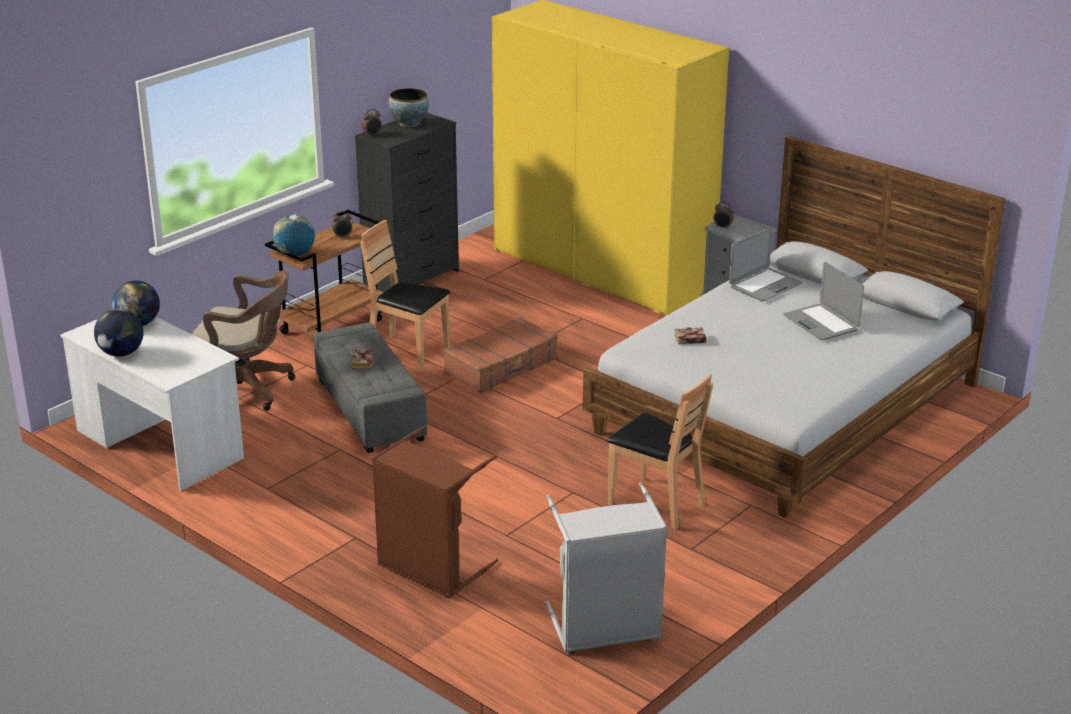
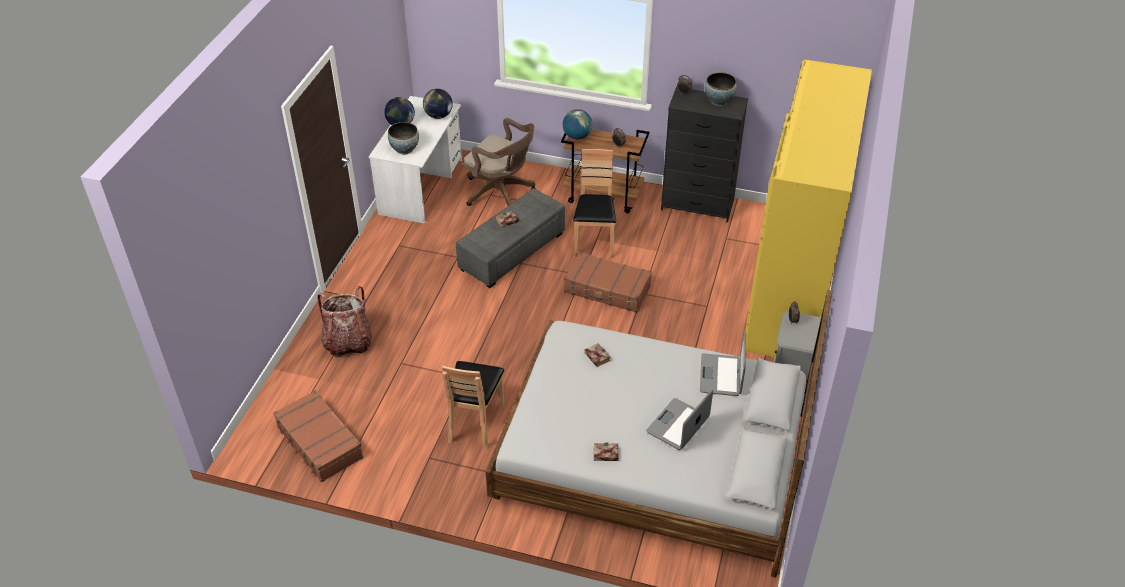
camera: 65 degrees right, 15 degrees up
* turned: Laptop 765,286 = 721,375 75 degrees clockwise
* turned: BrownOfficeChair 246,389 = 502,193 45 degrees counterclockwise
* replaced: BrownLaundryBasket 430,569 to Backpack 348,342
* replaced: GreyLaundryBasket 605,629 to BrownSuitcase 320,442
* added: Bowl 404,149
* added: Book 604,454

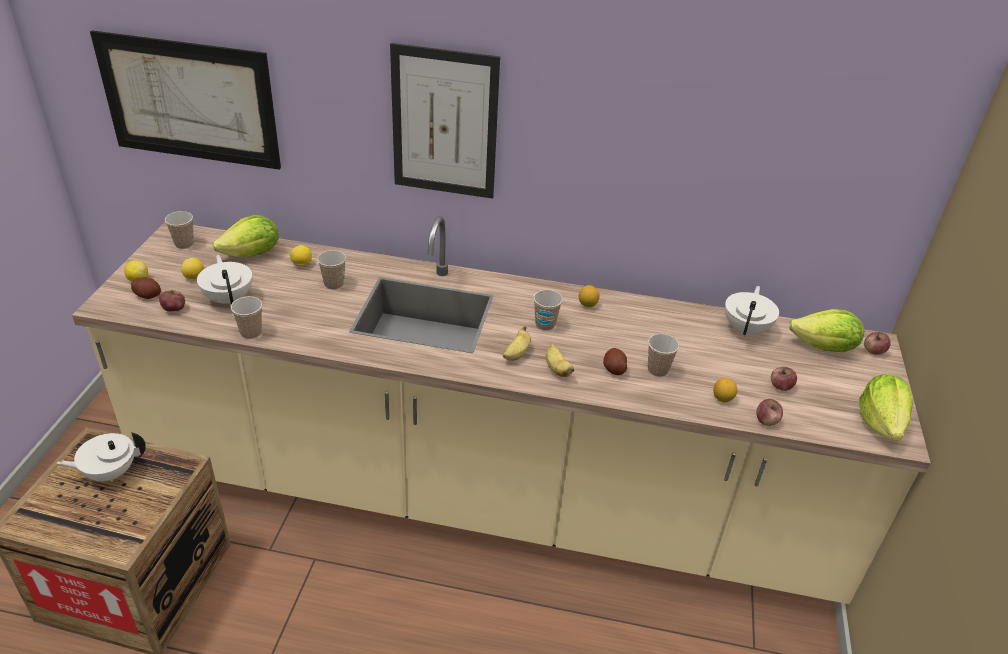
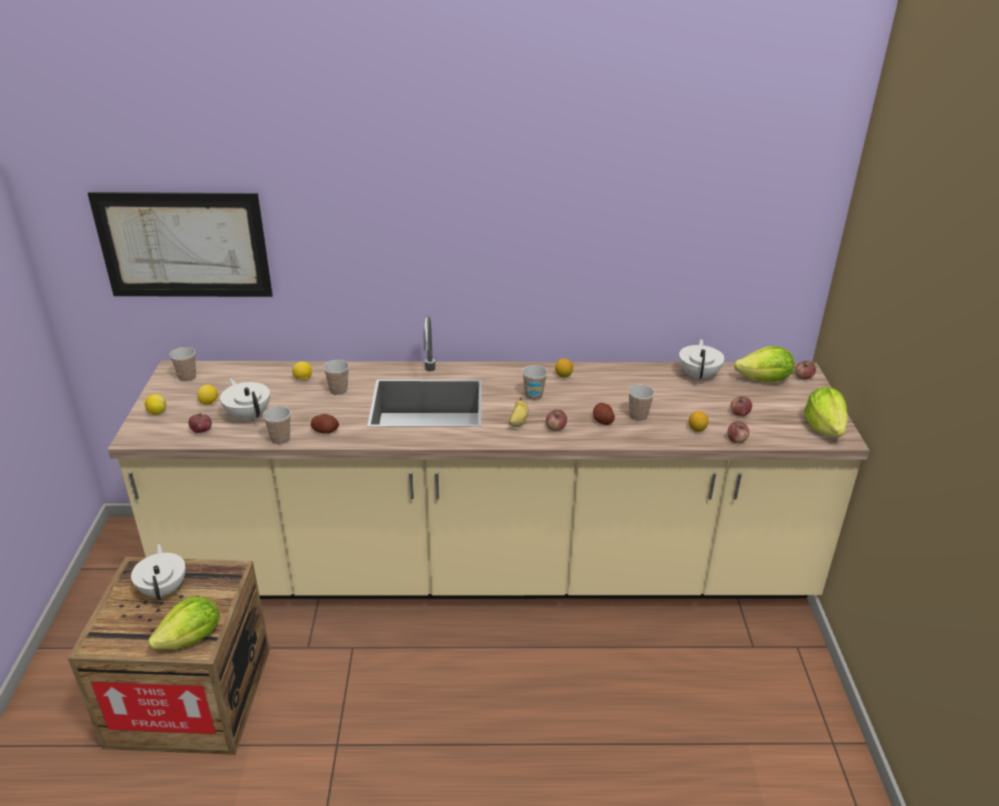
camera: 10 degrees left, 5 degrees down
* removed: Picture 444,123
* moved: Lettuce 252,254 to 192,639
* moved: Potato 148,295 to 325,431
* replaced: Banana 557,369 to Apple 556,428
* turned: WhiteTeapot 110,472 = 164,589 105 degrees clockwise

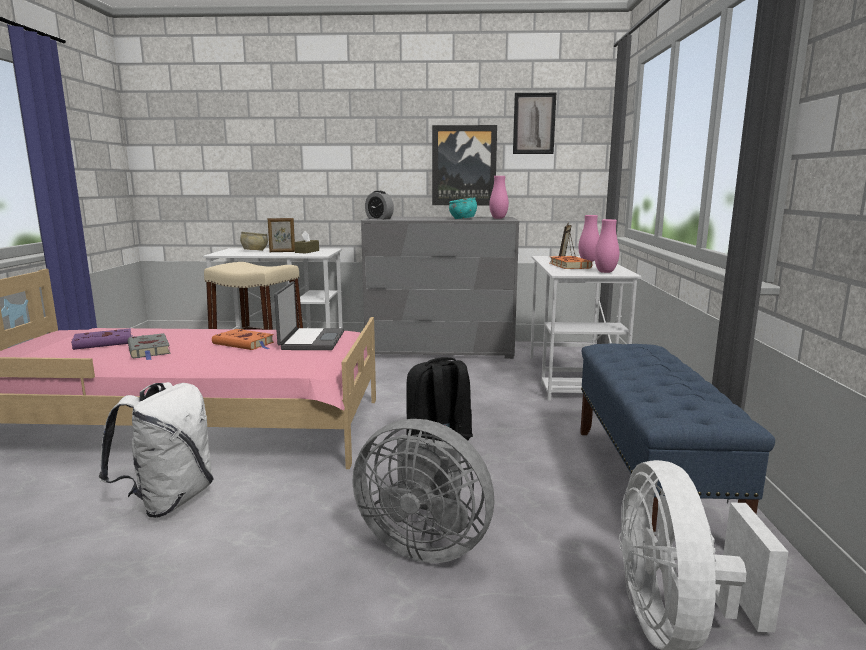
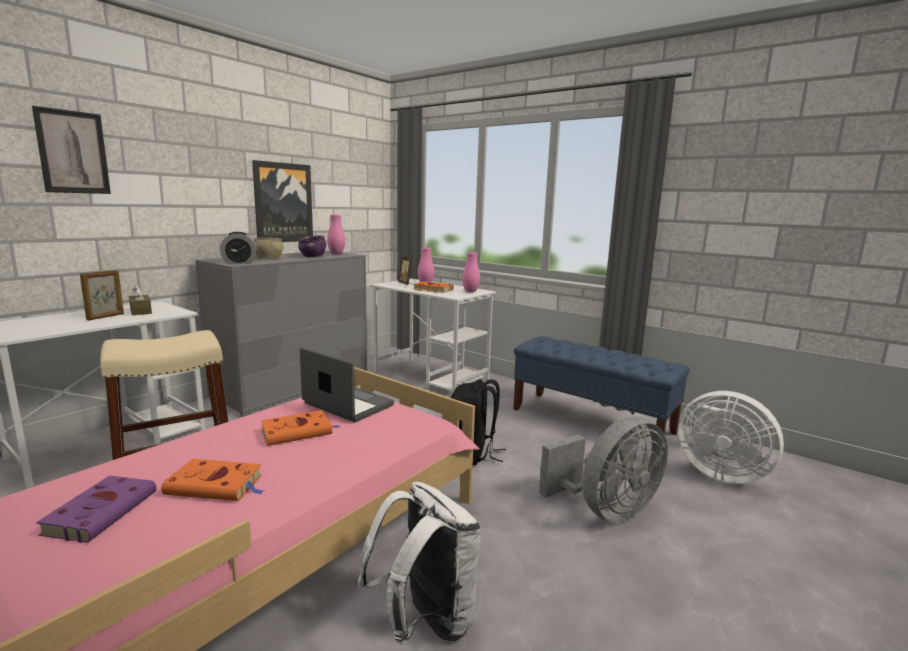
camera: 55 degrees left, 0 degrees up
* moved: Picture 534,123 to 73,152
* recoloured: TurquoiseBowl 463,218 to PurpleBowl 312,256
* moved: BeigeBowl 254,250 to 269,258
* recoloured: GreyBook 149,350 to OrangeBook 217,485

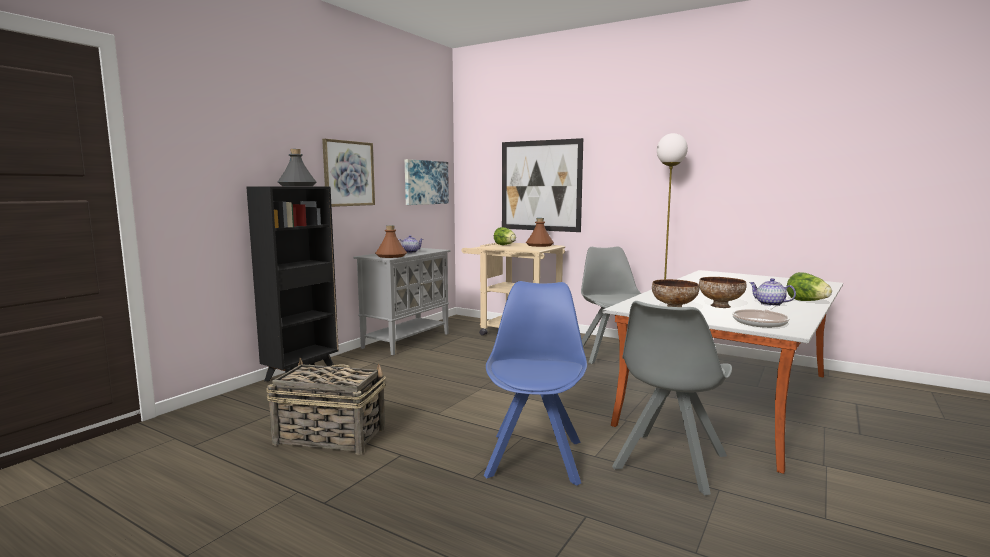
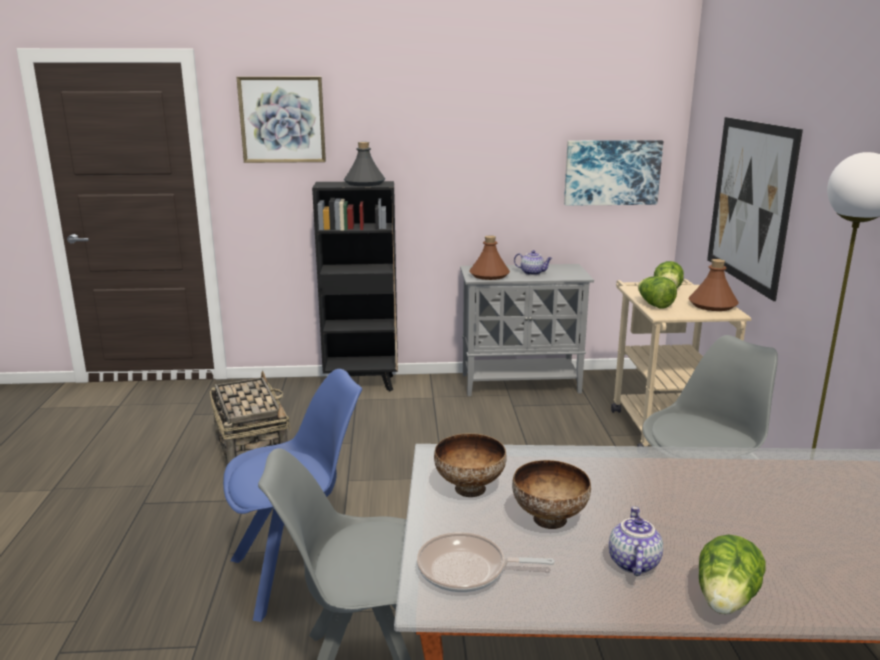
camera: 55 degrees right, 10 degrees up
* moved: Picture 348,173 to 282,120
* added: Lettuce 654,305

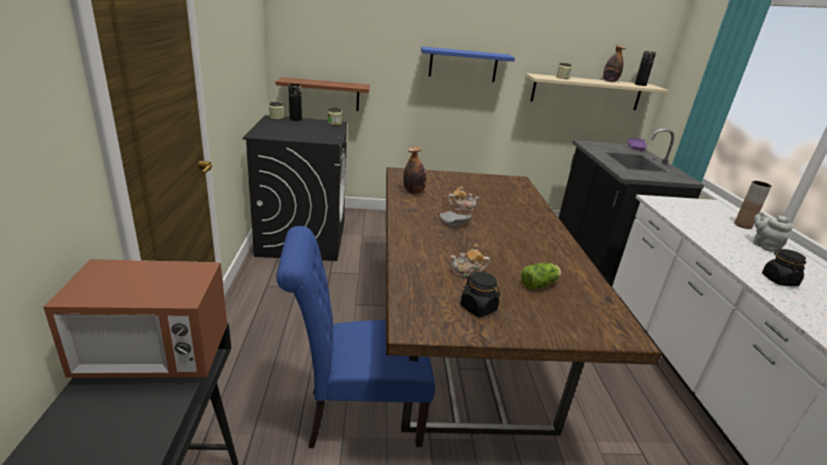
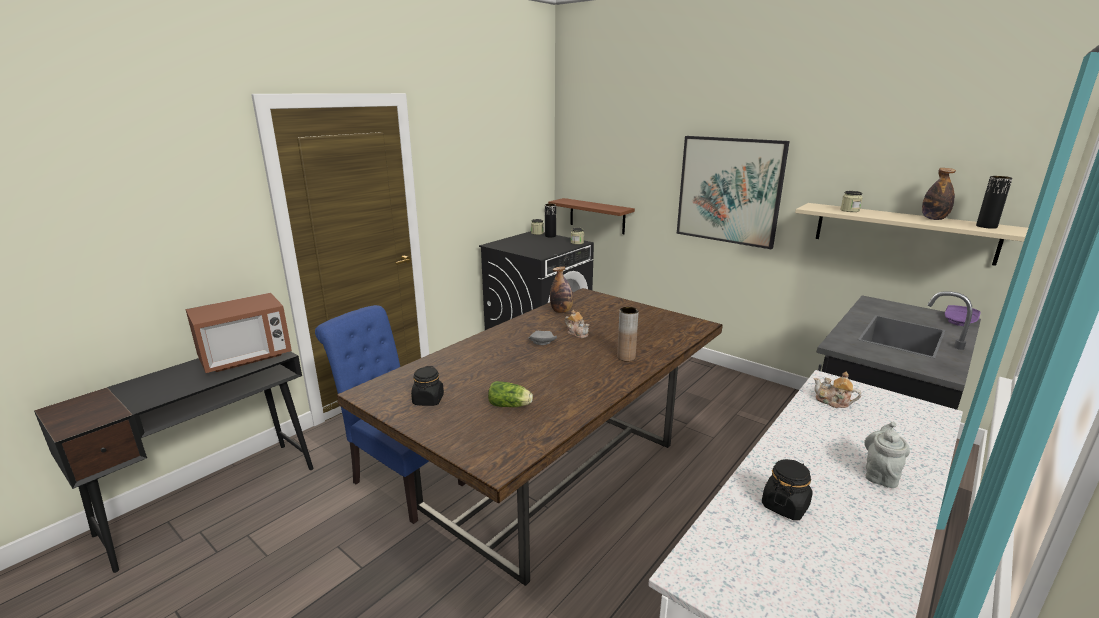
camera: 45 degrees right, 5 degrees down
* replaced: BlueShelf 463,64 to Picture 729,190
* moved: BrownVase 743,225 to 626,357
* moved: Teapot 467,273 to 833,402
* turned: Microwave 154,356 = 246,358 75 degrees counterclockwise

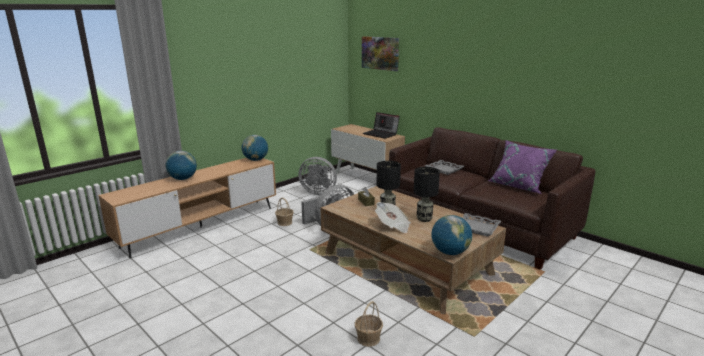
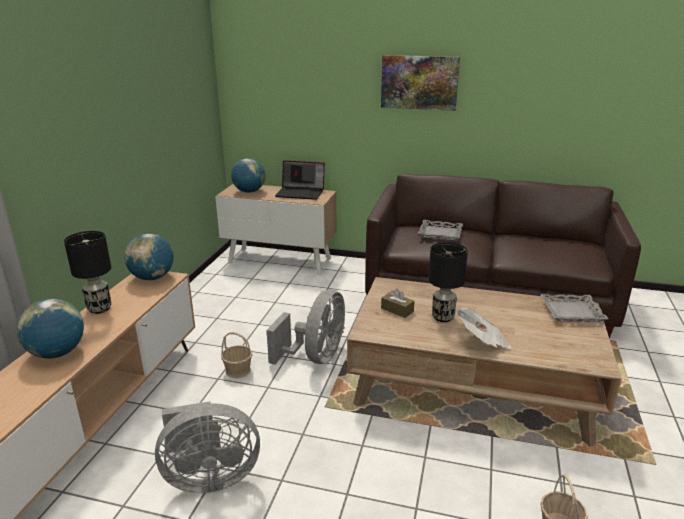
camera: 30 degrees left, 5 degrees up
* moved: Picture 380,53 to 419,82
* removed: PurplePillow 518,186
* moved: GreyFan 318,192 to 209,477
* moved: BlackTableLamp 424,219 to 99,309
* moved: Globe 450,252 to 249,191

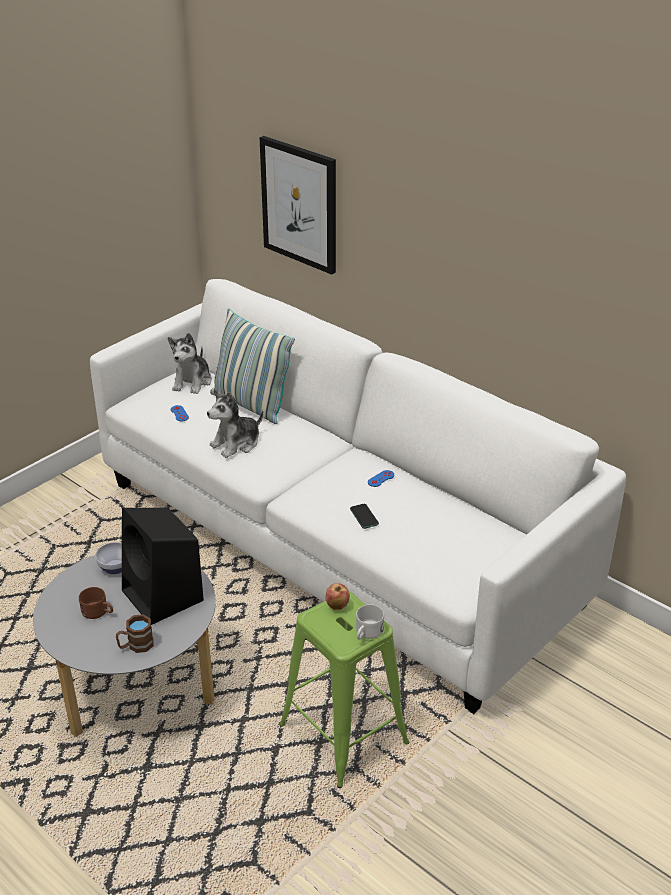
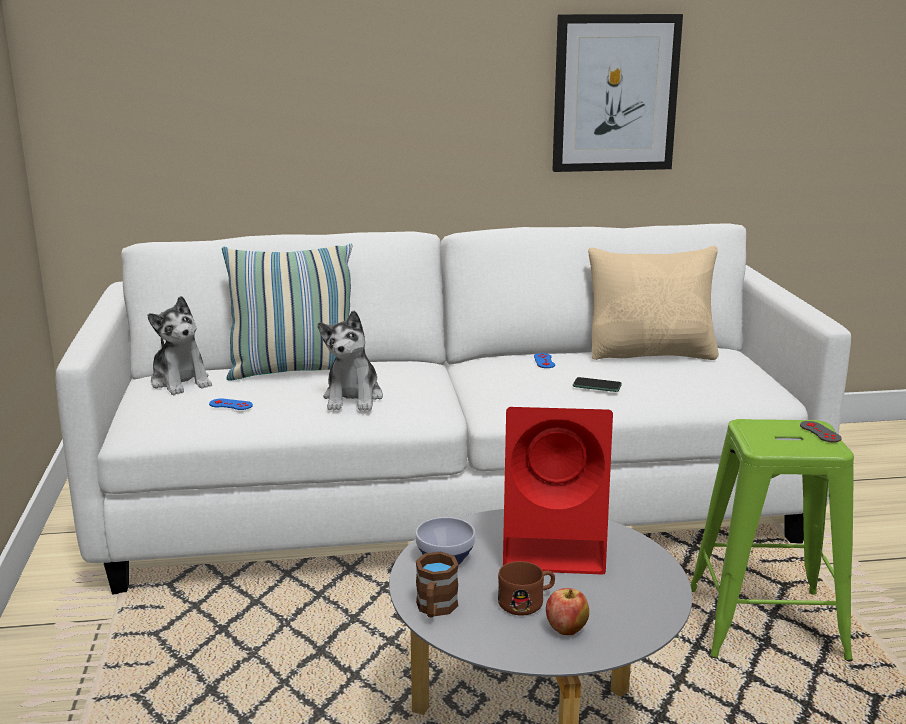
camera: 50 degrees left, 15 degrees down
* moved: Picture 300,204 to 615,93
* recoloured: BlackSpeaker 164,596 to RedSpeaker 556,546
* moved: Apple 337,606 to 566,630
* replaced: WhiteMug 367,633 to GreyGameController 820,432
* moved: BrownMug 136,646 to 435,609
* added: BeigePillow 651,354

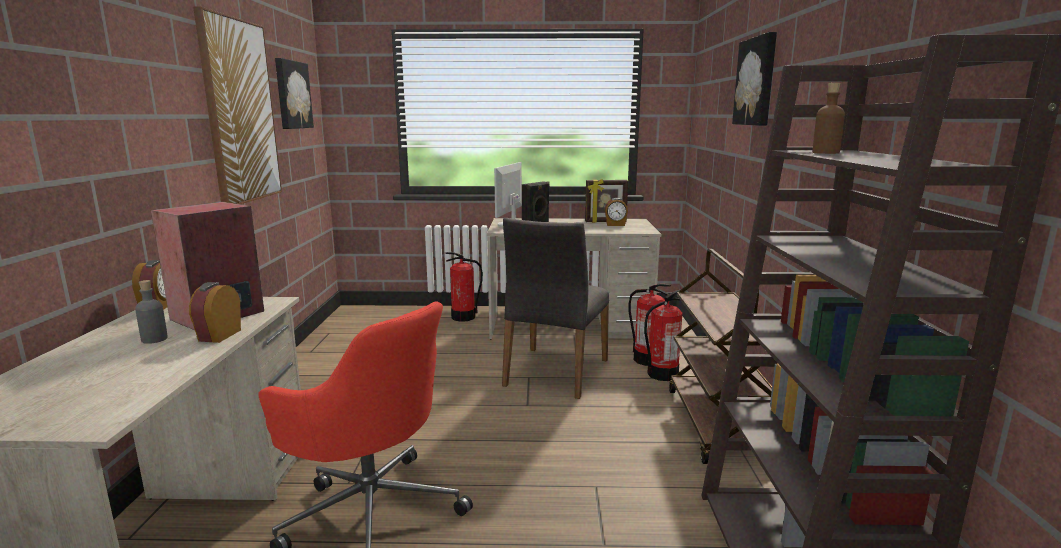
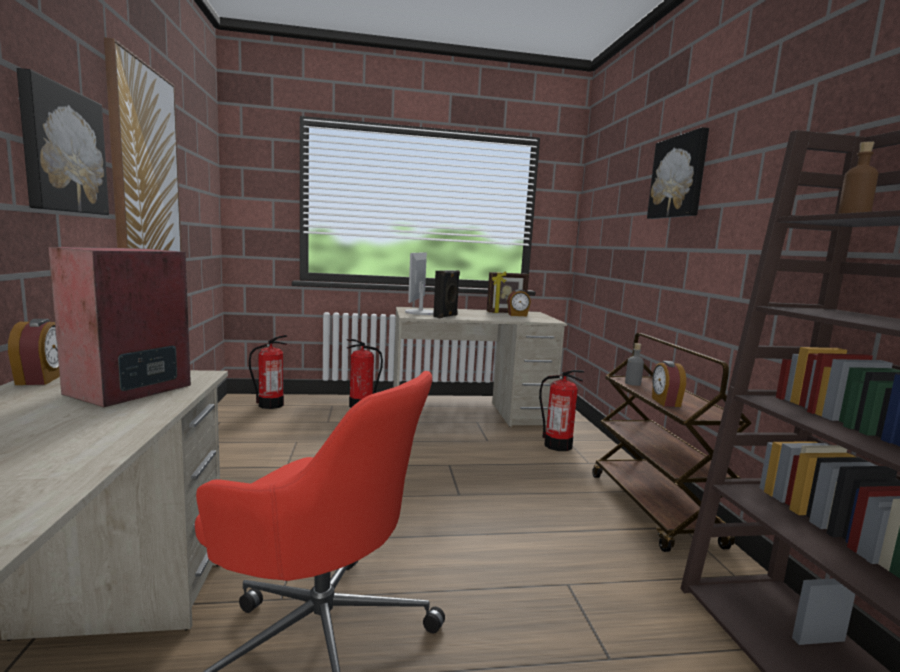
camera: 10 degrees left, 5 degrees down
* moved: Picture 292,95 to 61,150
* removed: GreyChair 554,372
* moved: GreyBottle 154,339 to 632,383
* moved: AlarmClock 219,335 to 665,402
* moved: FireExtinguisher 662,374 to 270,404

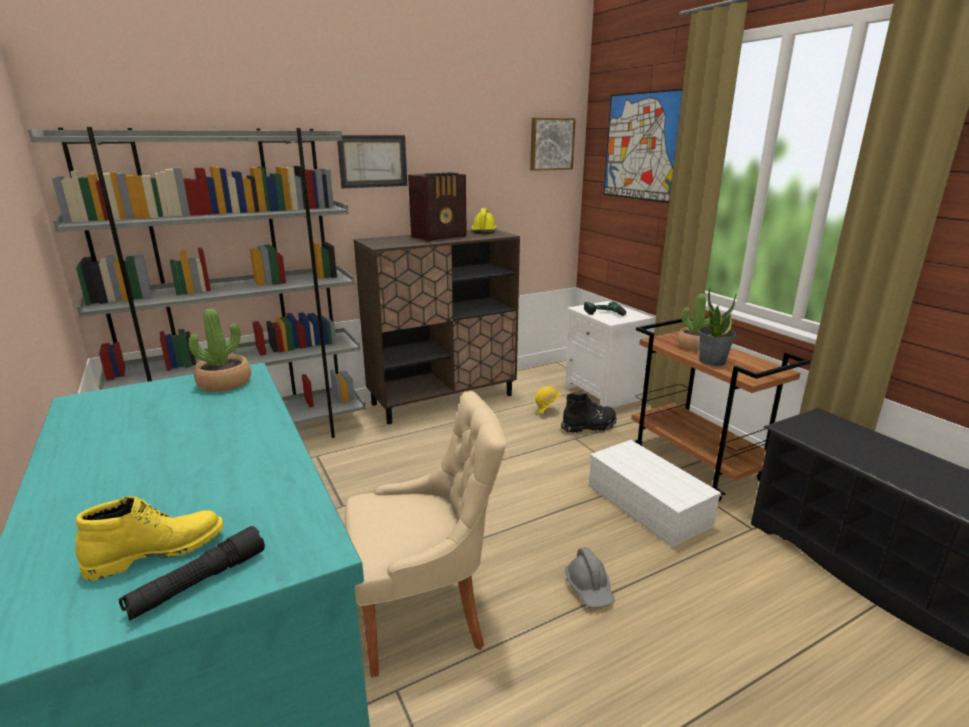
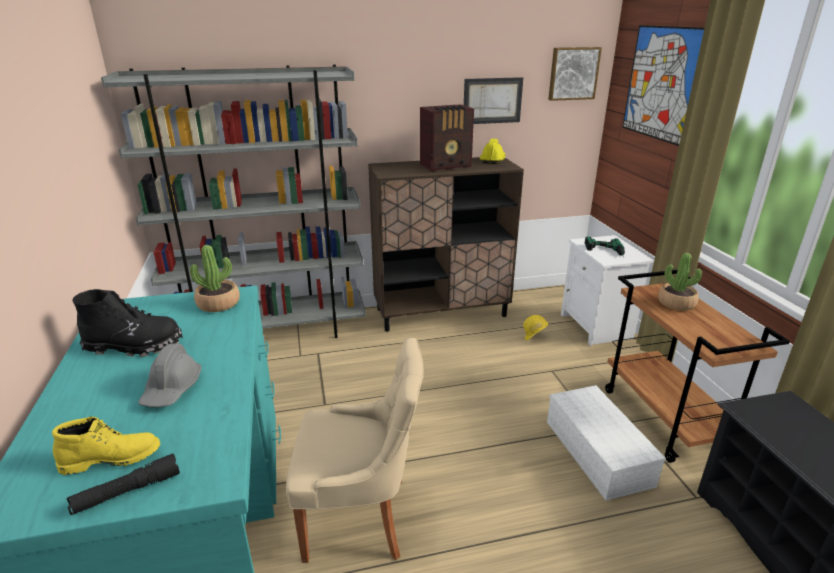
camera: 15 degrees right, 5 degrees up
* moved: Picture 373,161 to 492,100
* removed: PottedPlant 712,361
* moved: BlackBoot 589,427 to 134,346
* moved: GreyHardHat 589,588 to 172,389

